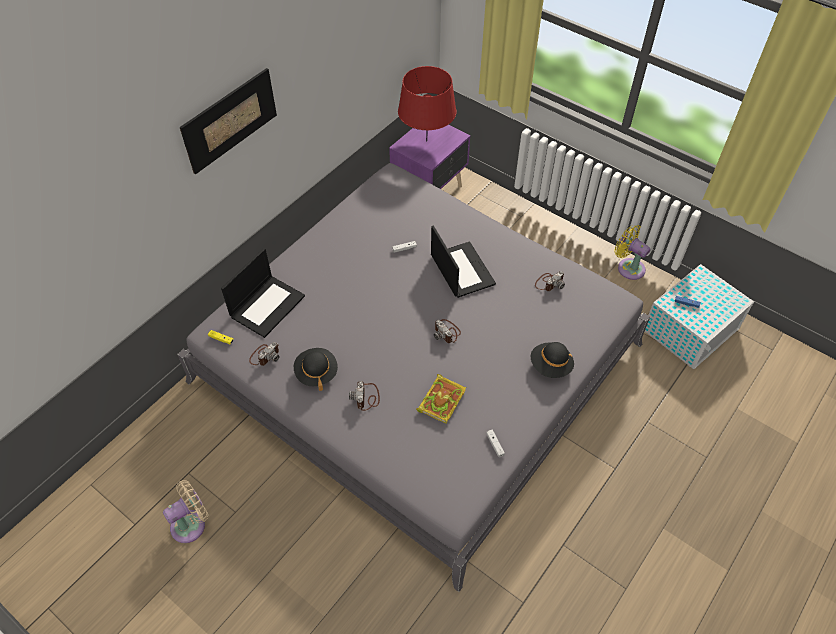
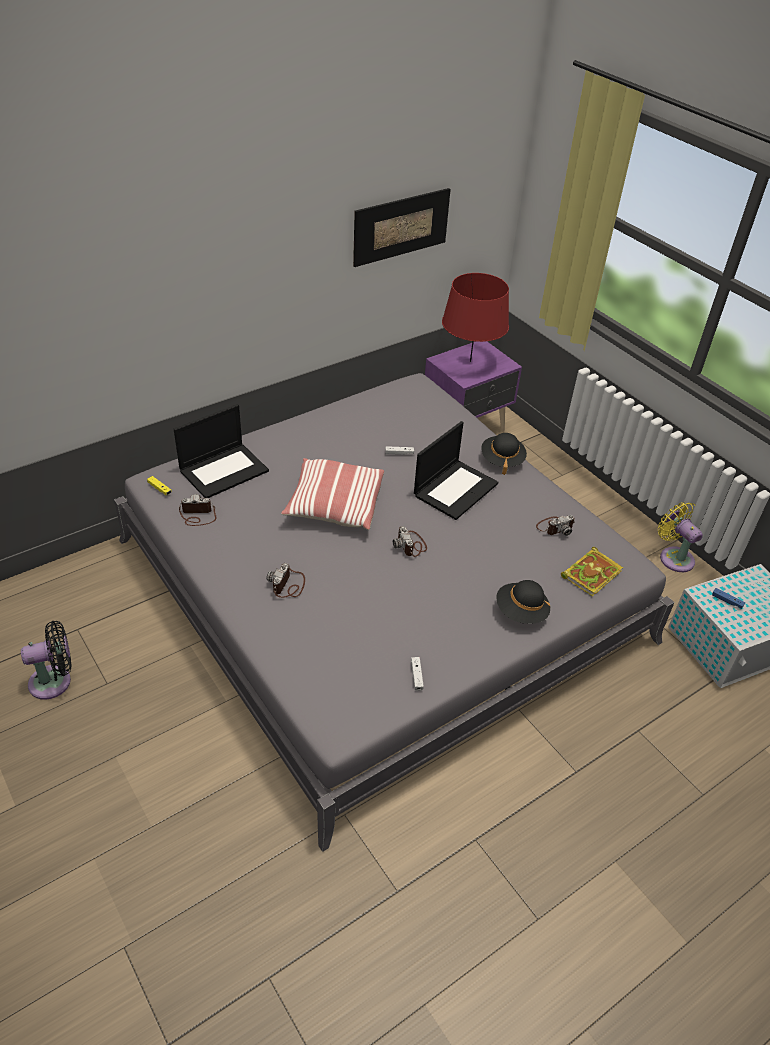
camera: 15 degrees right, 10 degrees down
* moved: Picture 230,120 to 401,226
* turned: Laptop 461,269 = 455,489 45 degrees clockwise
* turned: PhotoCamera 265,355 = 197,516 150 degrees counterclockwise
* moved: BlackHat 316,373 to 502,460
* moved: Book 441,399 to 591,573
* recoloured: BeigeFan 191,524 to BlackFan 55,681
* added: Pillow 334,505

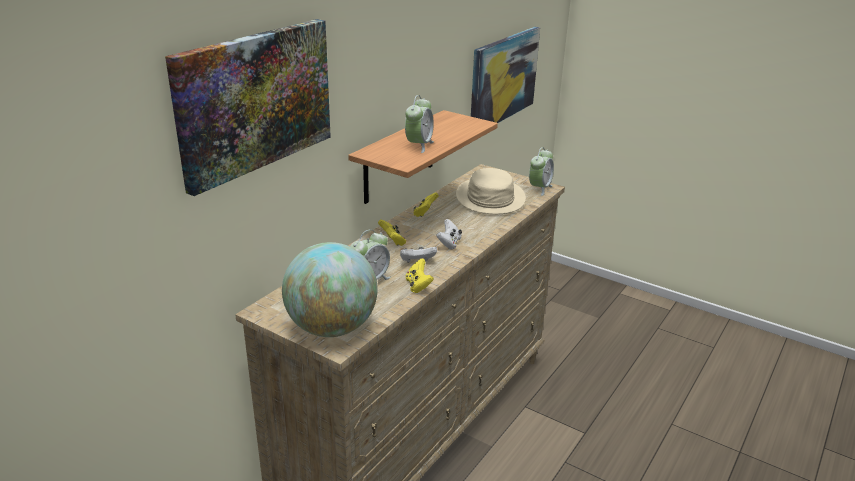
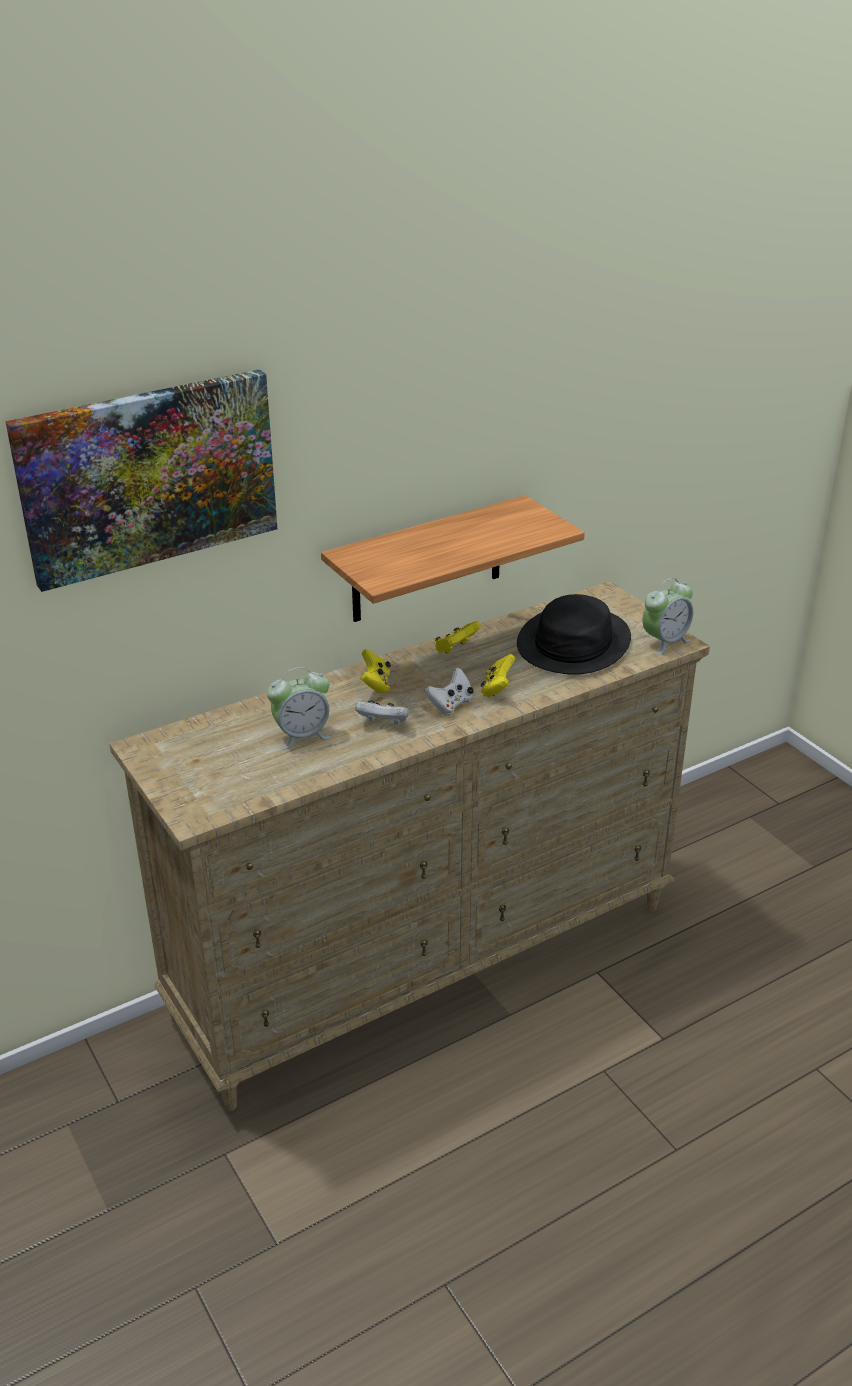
camera: 25 degrees right, 5 degrees up
* removed: Picture 503,78
* removed: AlarmClock 419,145
* recoloured: BeigeHat 490,198 to BlackHat 573,643
* removed: Globe 331,328
* moved: YellowGameController 418,286 to 497,689

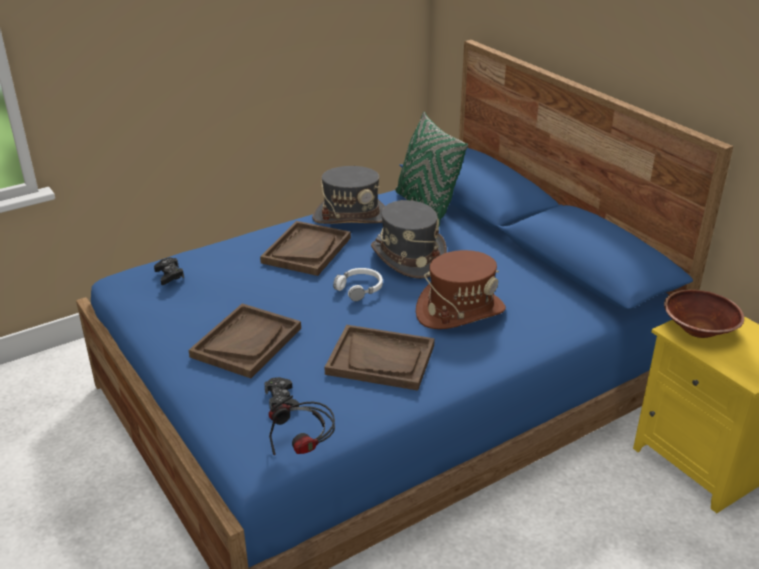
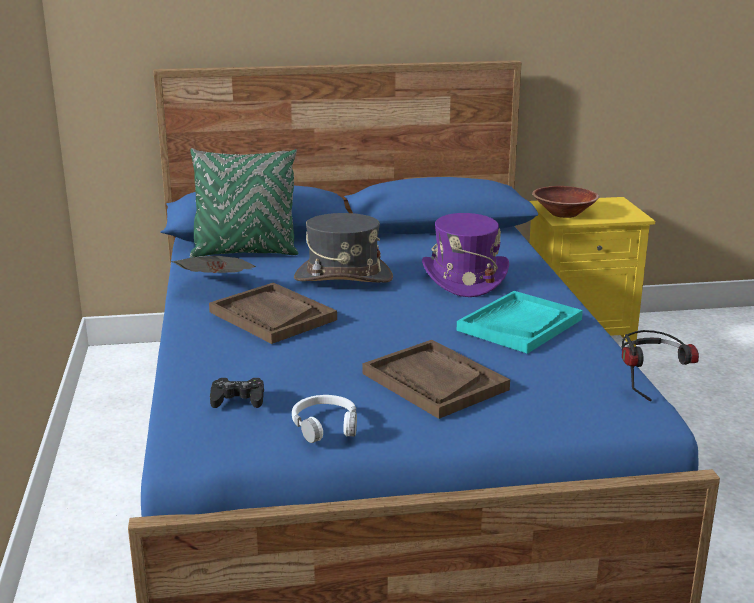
camera: 65 degrees left, 10 degrees down
* replaced: GreyHat 351,217 to Newspaper 217,286
* recoloured: BrownHat 460,311 to PurpleHat 464,278
* moved: WhiteHeadphones 359,288 to 325,426
* recoloured: BrownTray 381,359 to TurquoiseTray 519,324
* removed: BlackGameController 281,399

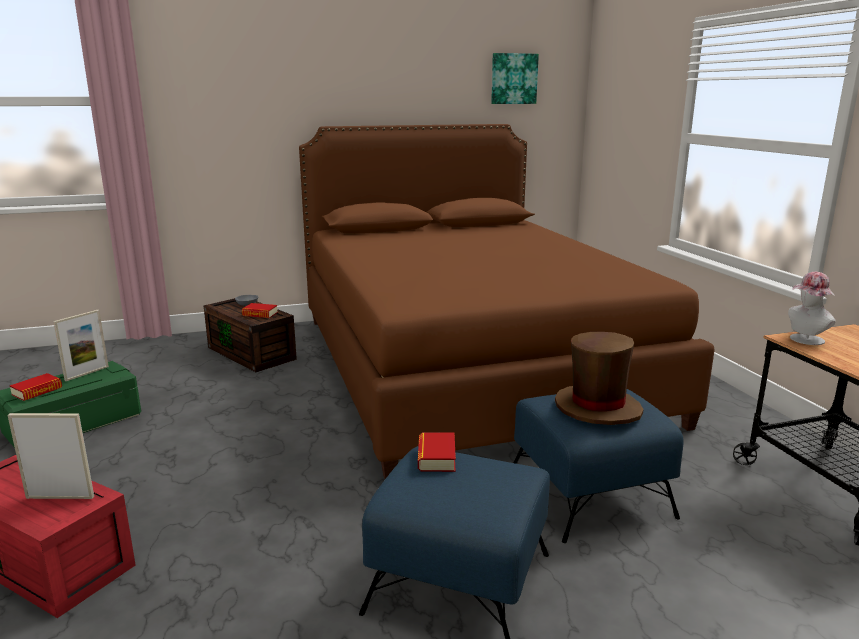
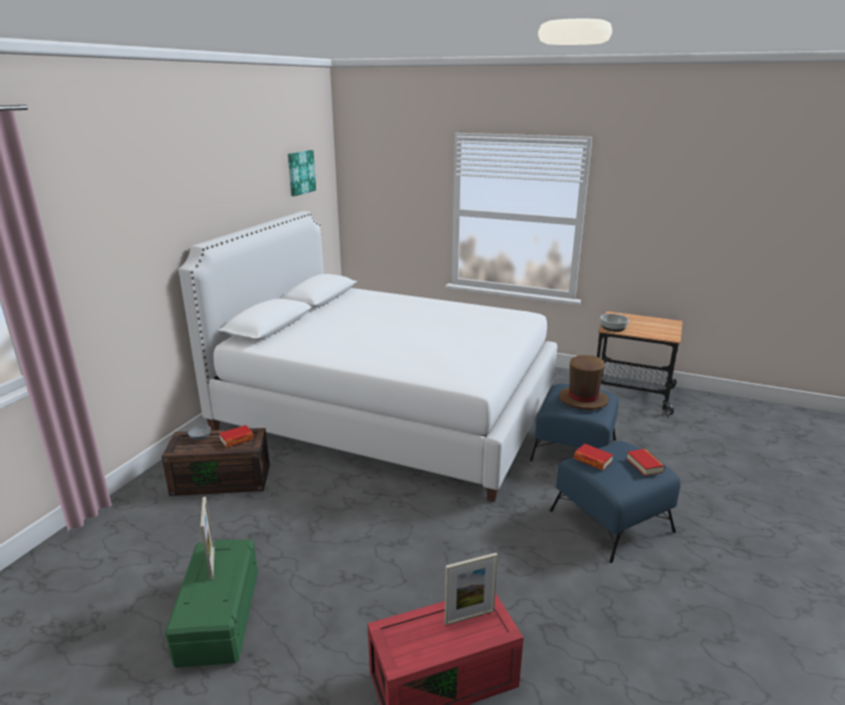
camera: 50 degrees left, 5 degrees up
* recoloured: BrownBed 467,366 to WhiteBed 388,411
* replaced: Hat 804,340 to Bowl 613,327
* moved: Book 37,391 to 644,465
* turned: PictureFrame 60,497 = 469,617 150 degrees counterclockwise

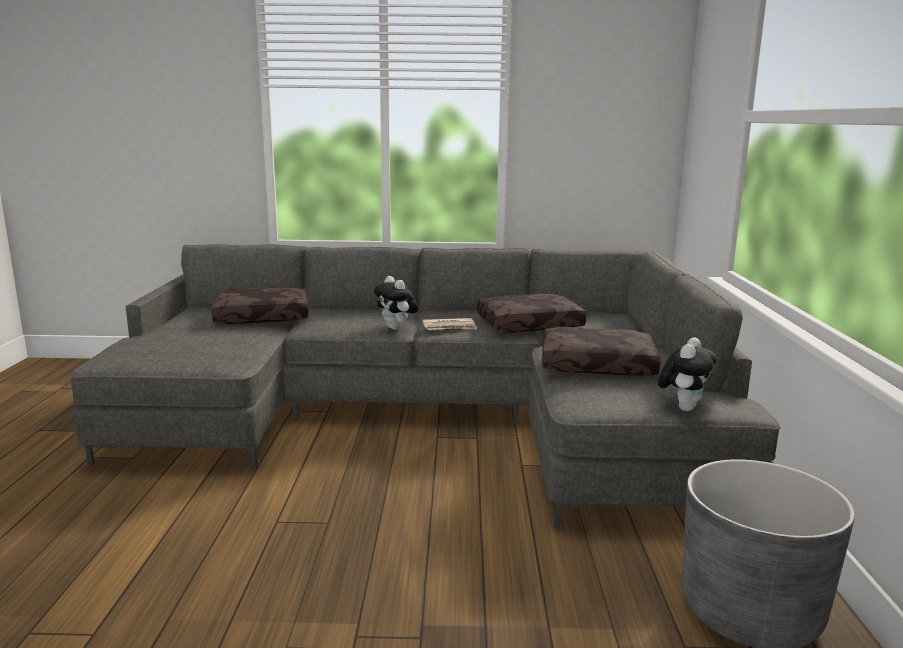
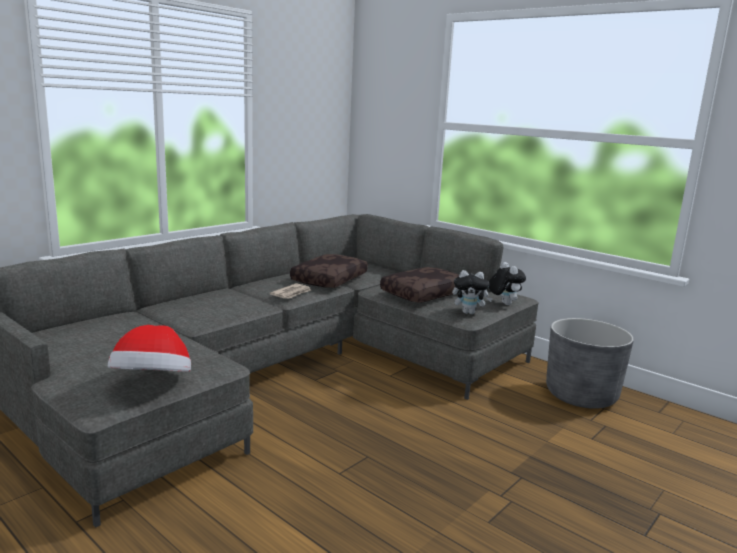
camera: 50 degrees left, 0 degrees up
* moved: PlushToy 396,328 to 469,312
* removed: BrownPillow 263,317
* added: Hat 153,384

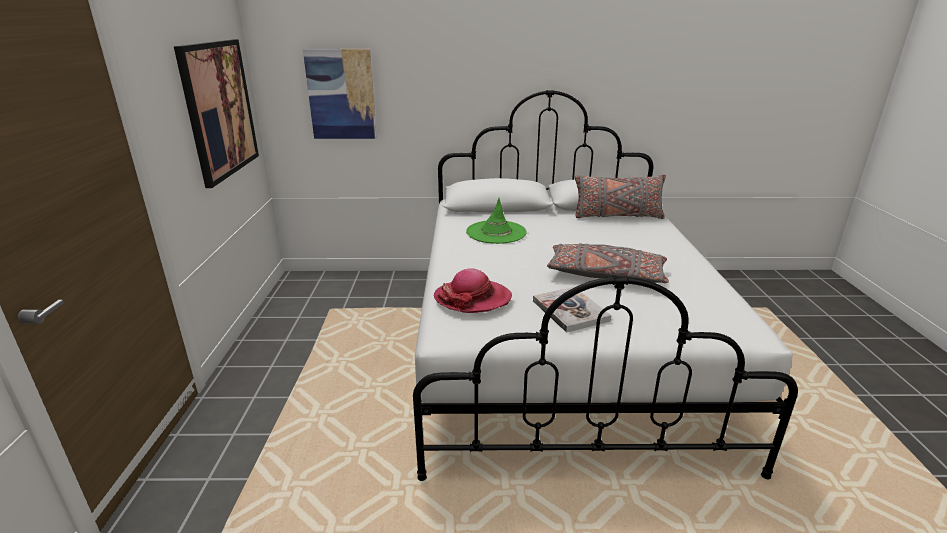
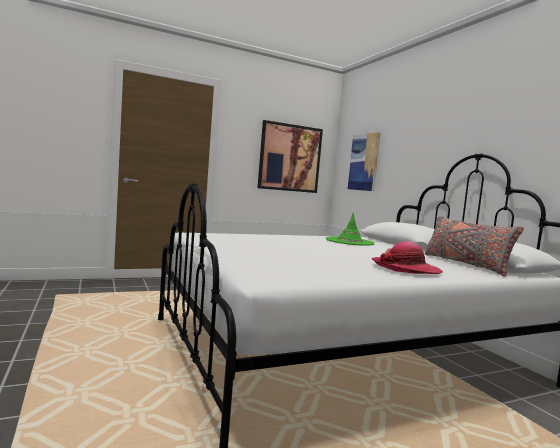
camera: 65 degrees right, 20 degrees down
* removed: GreyPillow 605,275
* moved: Hat 472,298 to 405,269
* removed: Book 570,311

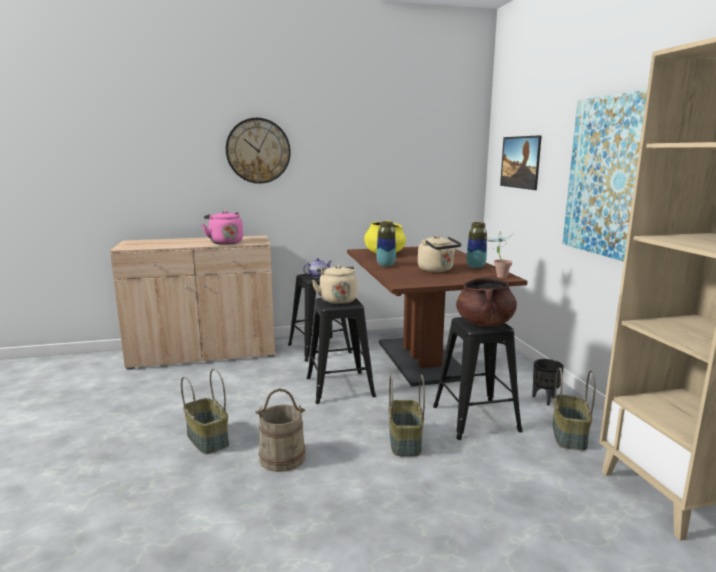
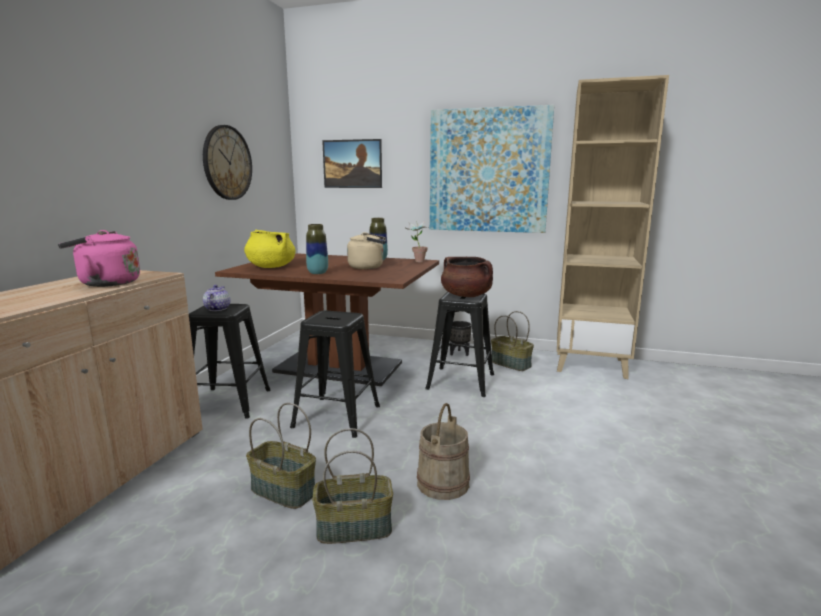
camera: 60 degrees left, 0 degrees up
* moved: WallClock 258,151 to 227,163
* removed: BeigeKettle 337,300
* moved: Basket 404,441 to 282,491

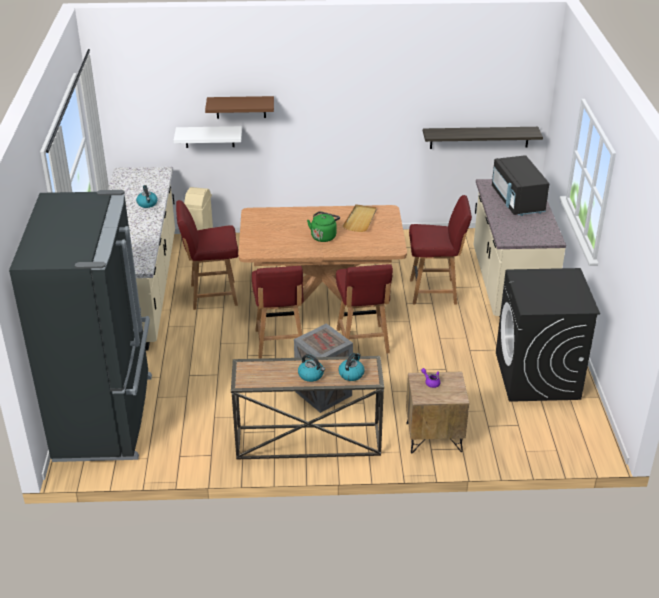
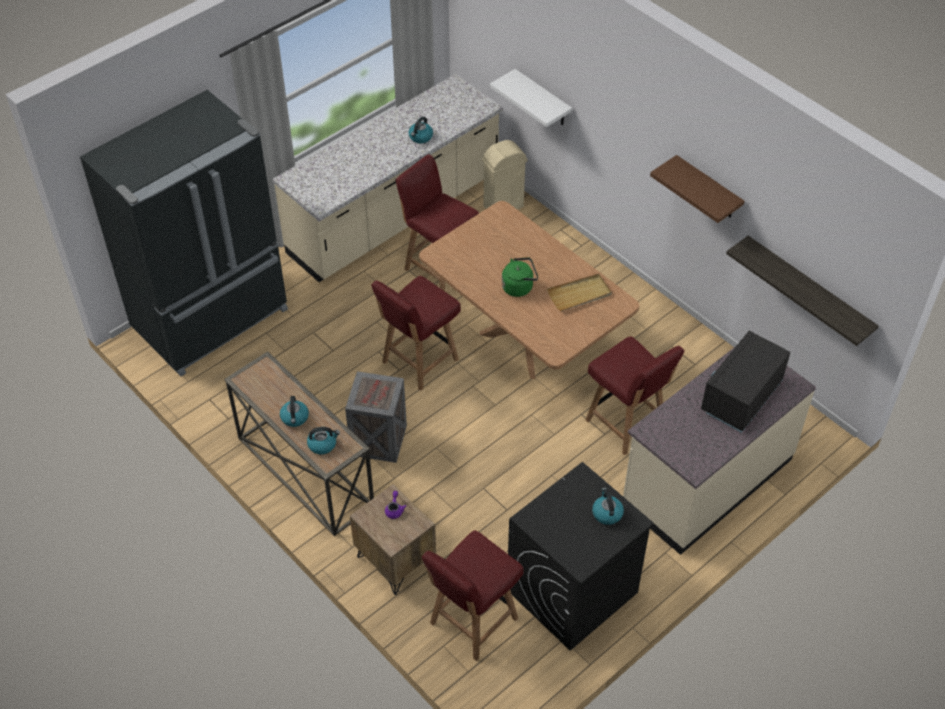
camera: 50 degrees right, 15 degrees up
* moved: BrownShelf 241,107 to 708,188
* moved: RedChair 362,342 to 472,622
* added: Kettle 607,513

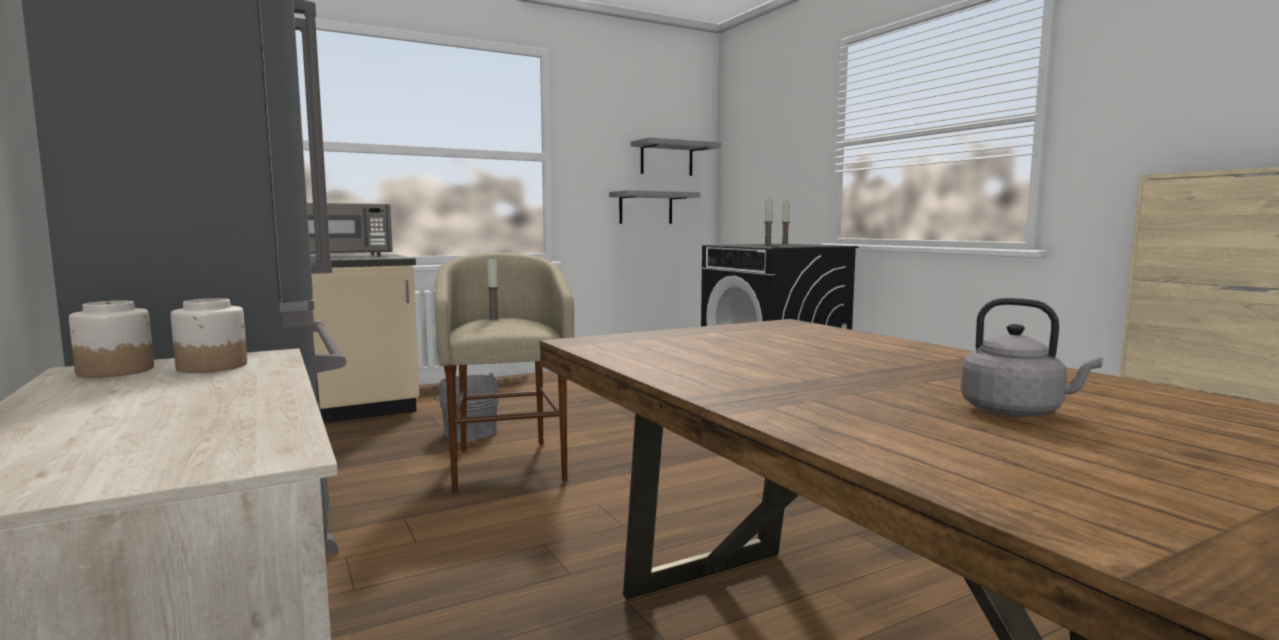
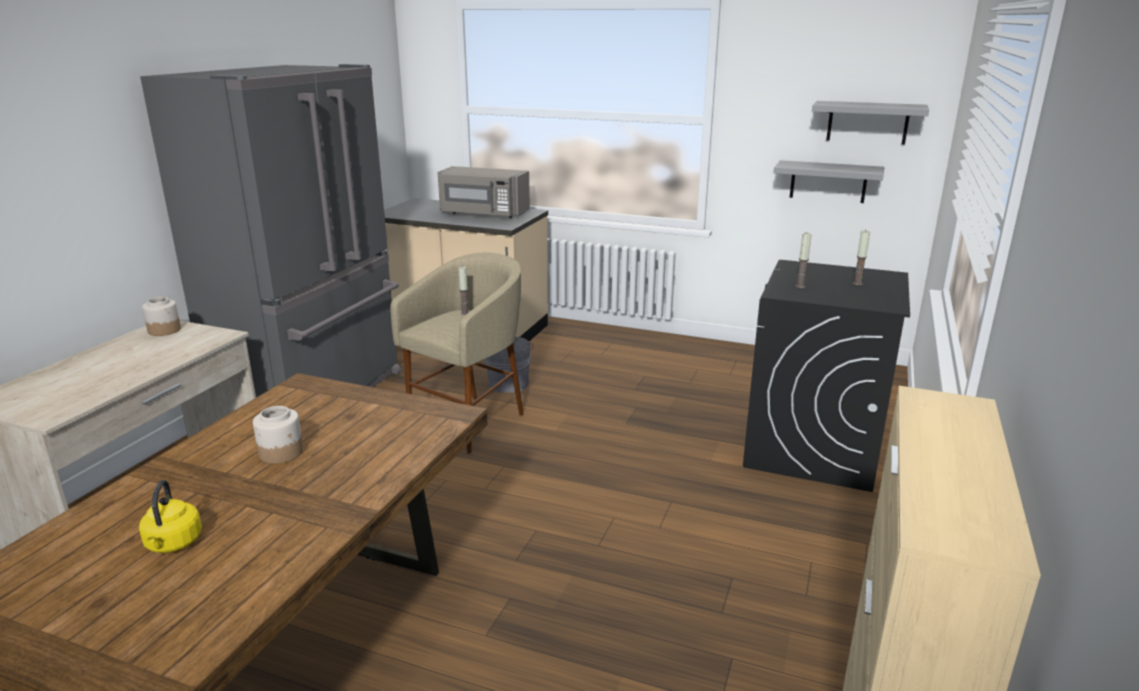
camera: 50 degrees right, 15 degrees up
* moved: Jar 213,366 to 281,453
* recoloured: GreyKettle 1016,412 to YellowKettle 173,544

